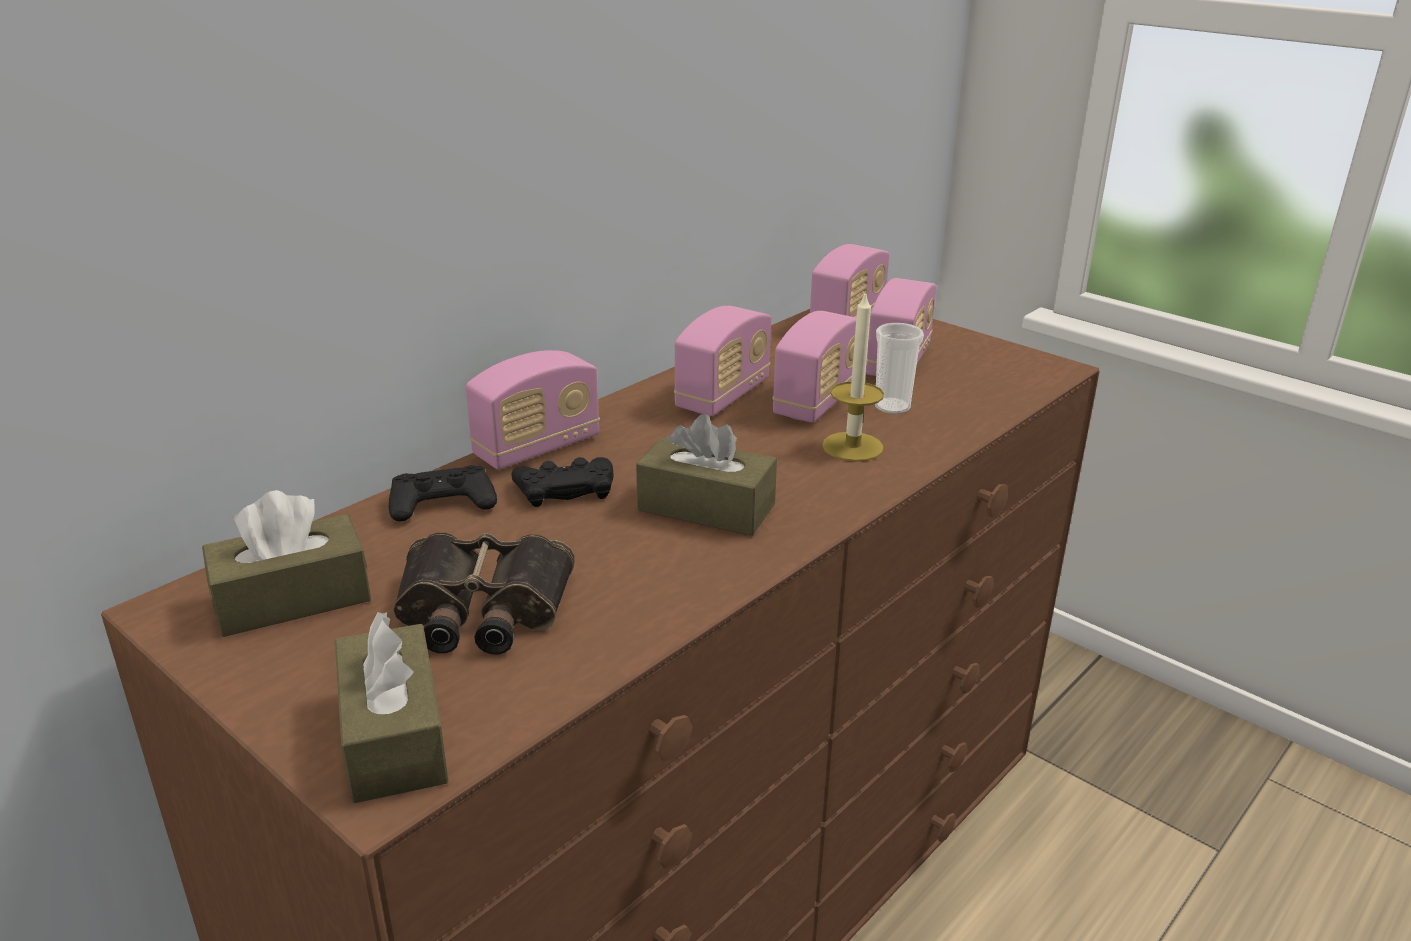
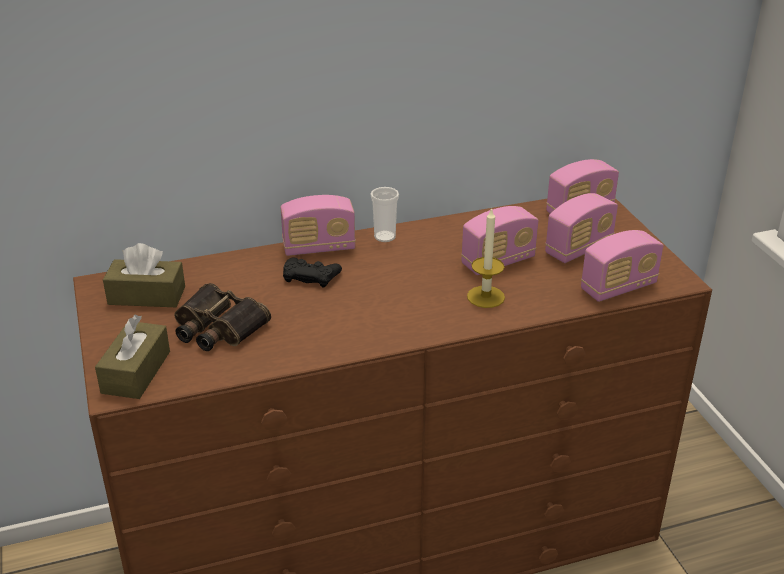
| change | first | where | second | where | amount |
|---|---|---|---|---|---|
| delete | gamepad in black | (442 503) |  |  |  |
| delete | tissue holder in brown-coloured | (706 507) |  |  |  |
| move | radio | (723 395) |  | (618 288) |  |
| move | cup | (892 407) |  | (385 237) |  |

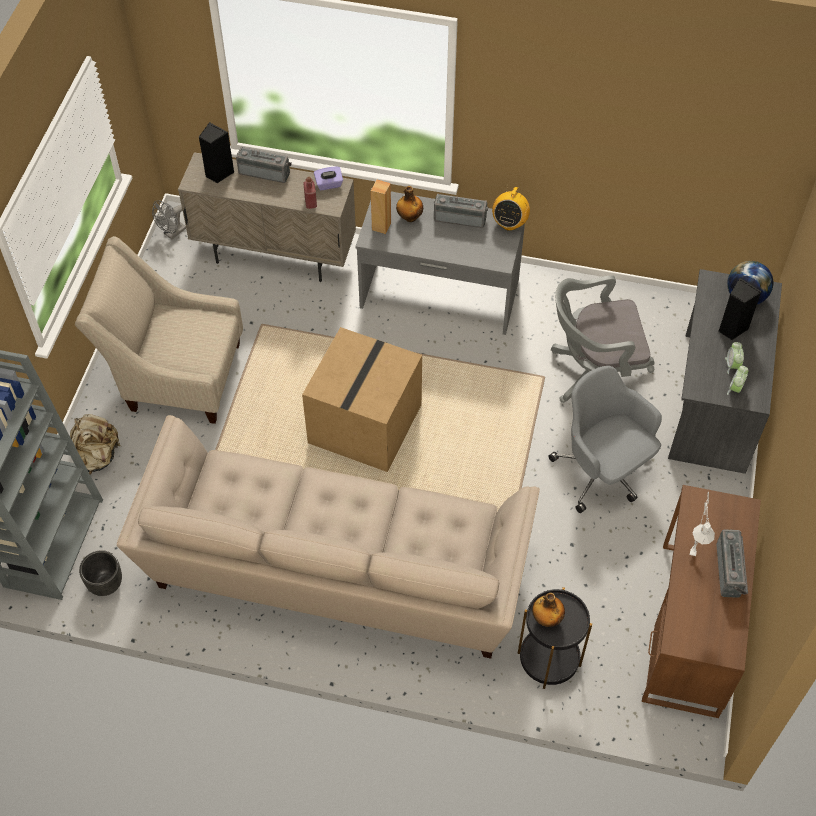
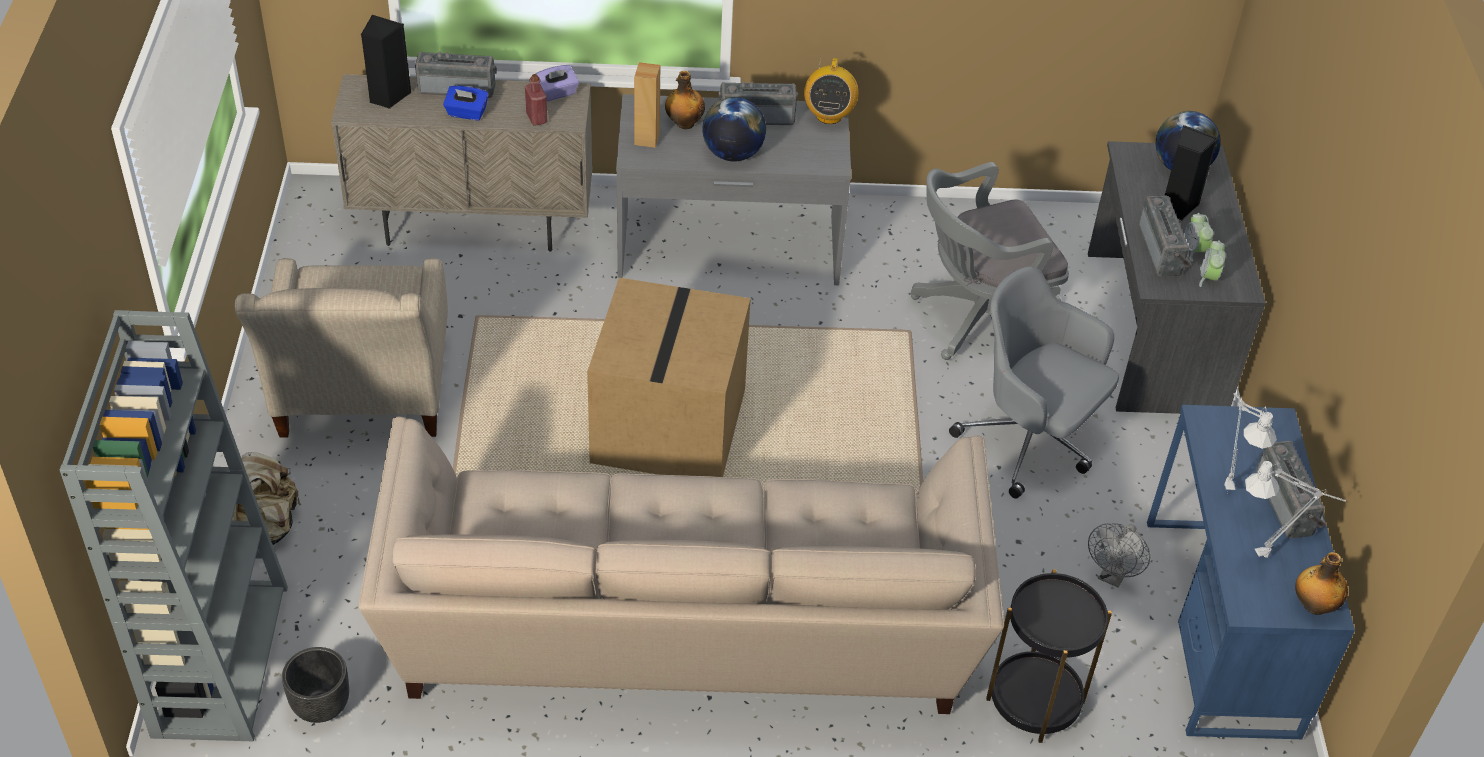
| change | first | where | second | where | amount |
|---|---|---|---|---|---|
| insert |  |  | tissue holder in bluish | (466 113) |  |
| insert |  |  | desk globe | (733 154) |  |
| insert |  |  | radio | (1164 250) |  |
| insert |  |  | table lamp in greyish | (1272 555) |  |
| move | electric fan in greyish | (172 233) |  | (1113 576) |  |
| move | bottle | (547 618) |  | (1313 605) |  |
| recolor | desk unit in brown-coloured | (689 628) | desk unit in bluish | (1220 626) |  |
| rotate | easy chair in sand-coloured | (176 375) |  | (362 400) | 90 degrees counterclockwise |

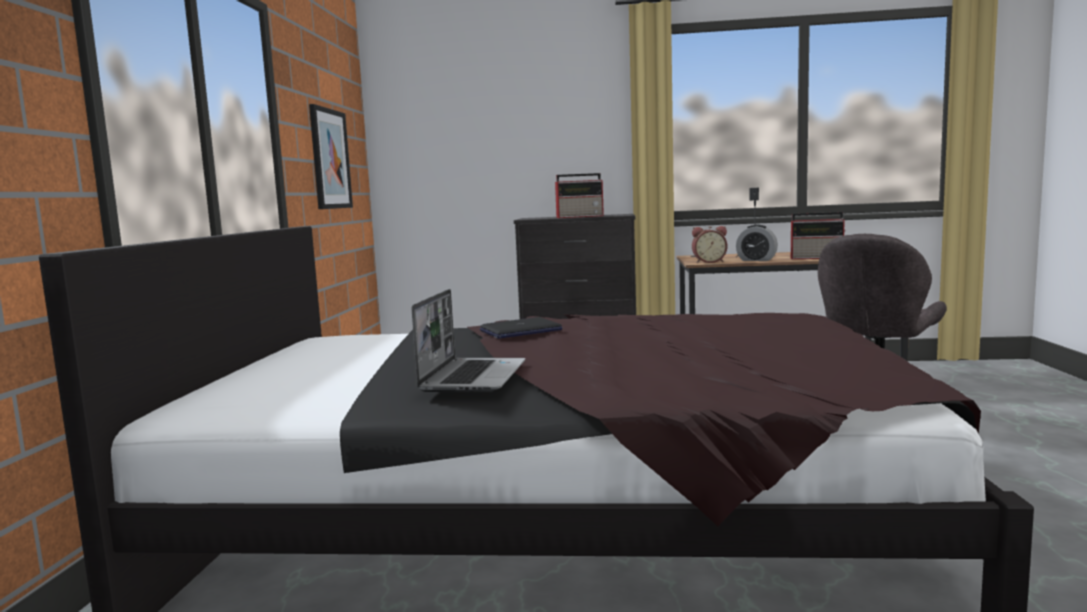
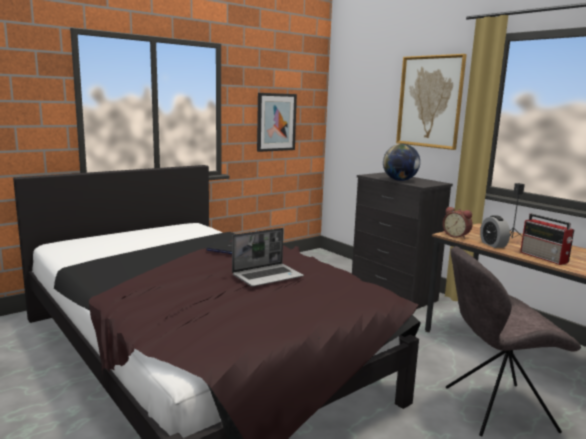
| change | first | where | second | where | amount |
|---|---|---|---|---|---|
| insert |  |  | picture | (430 101) |  |
| move | laptop | (472 377) |  | (268 276) |  |
| replace | radio | (581 216) | desk globe | (400 180) |  |

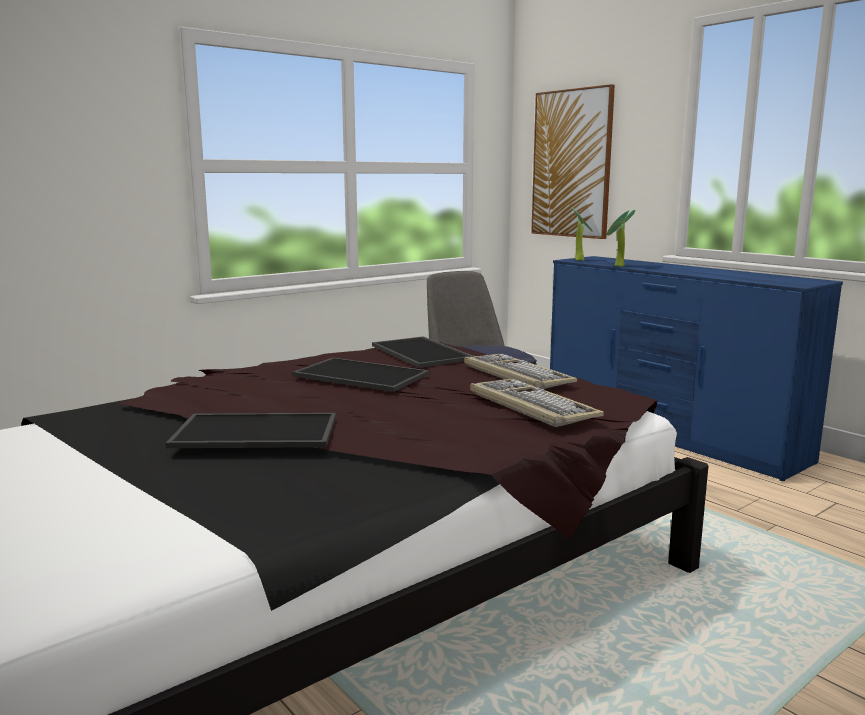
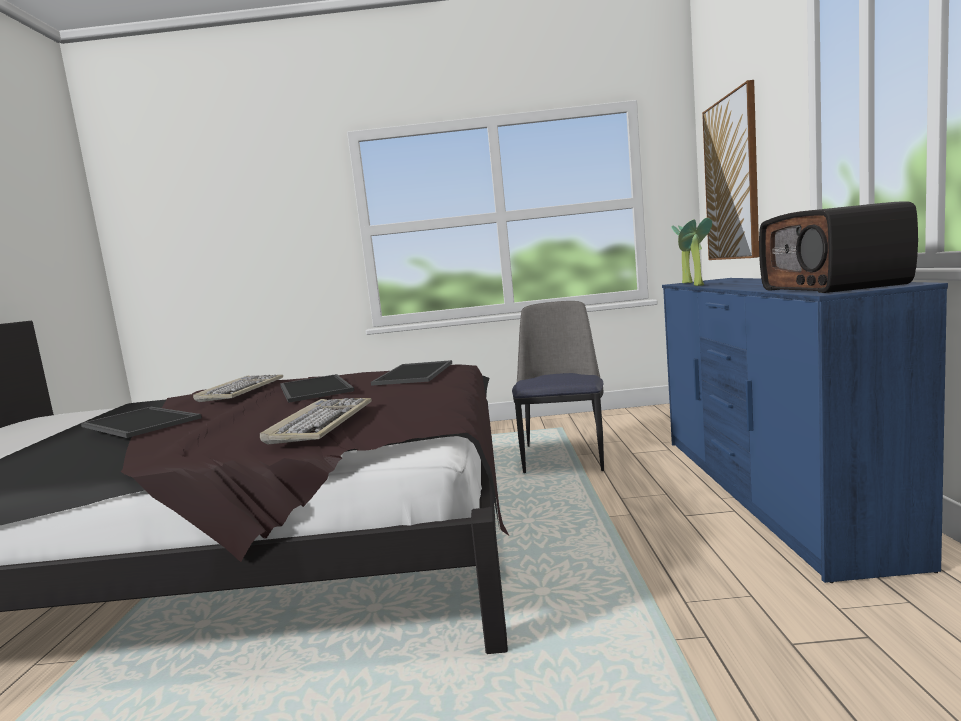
| change | first | where | second | where | amount |
|---|---|---|---|---|---|
| insert |  |  | radio | (834 287) |  |
| move | keyboard | (515 375) |  | (241 391) |  |

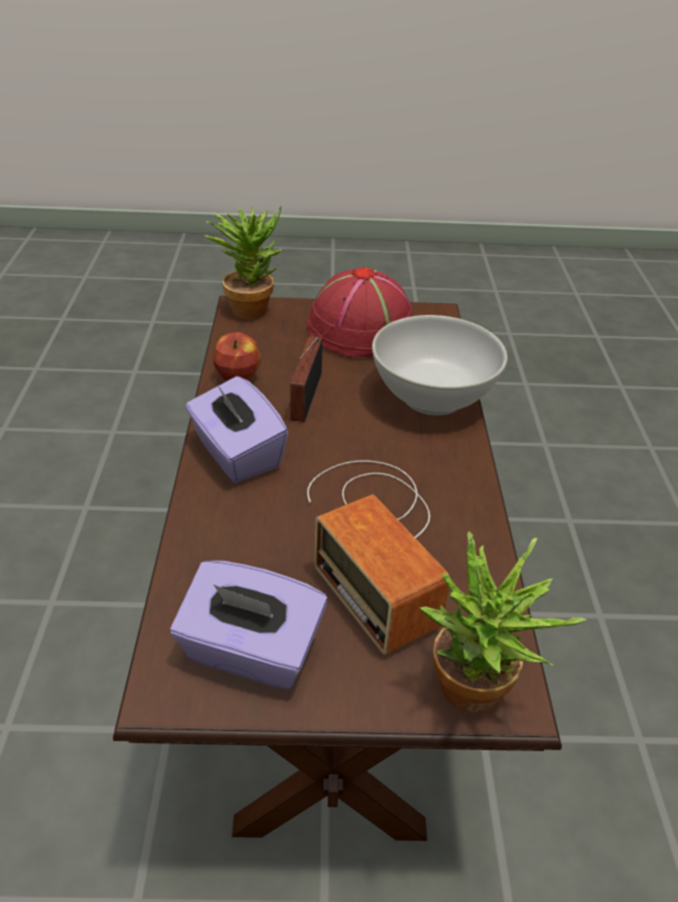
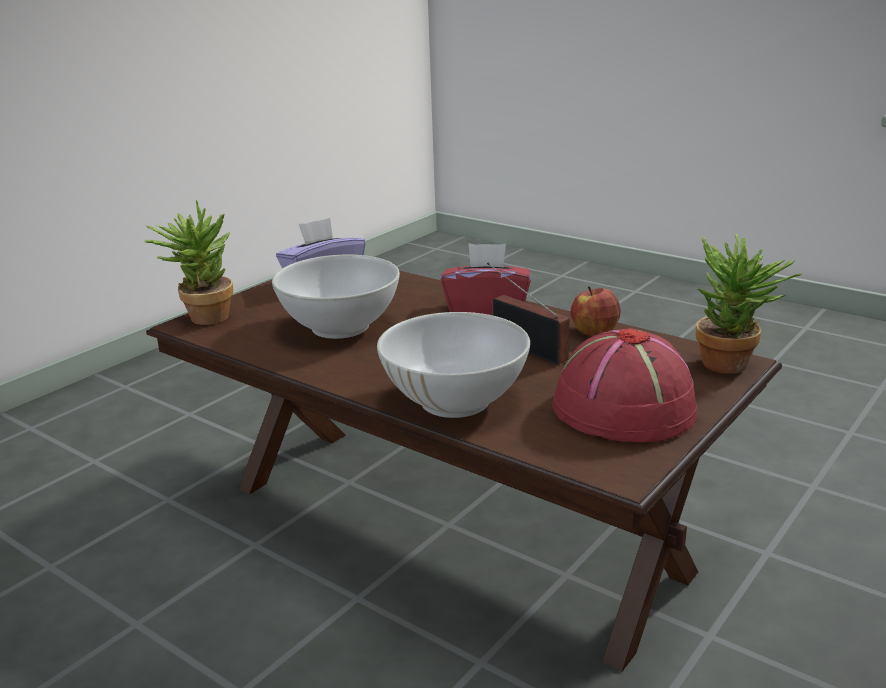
| change | first | where | second | where | amount |
|---|---|---|---|---|---|
| replace | radio | (376 538) | serving bowl in white-coloured | (339 327) |  |
| recolor | tissue holder in purplish | (236 454) | tissue holder in reddish | (487 310) |  |

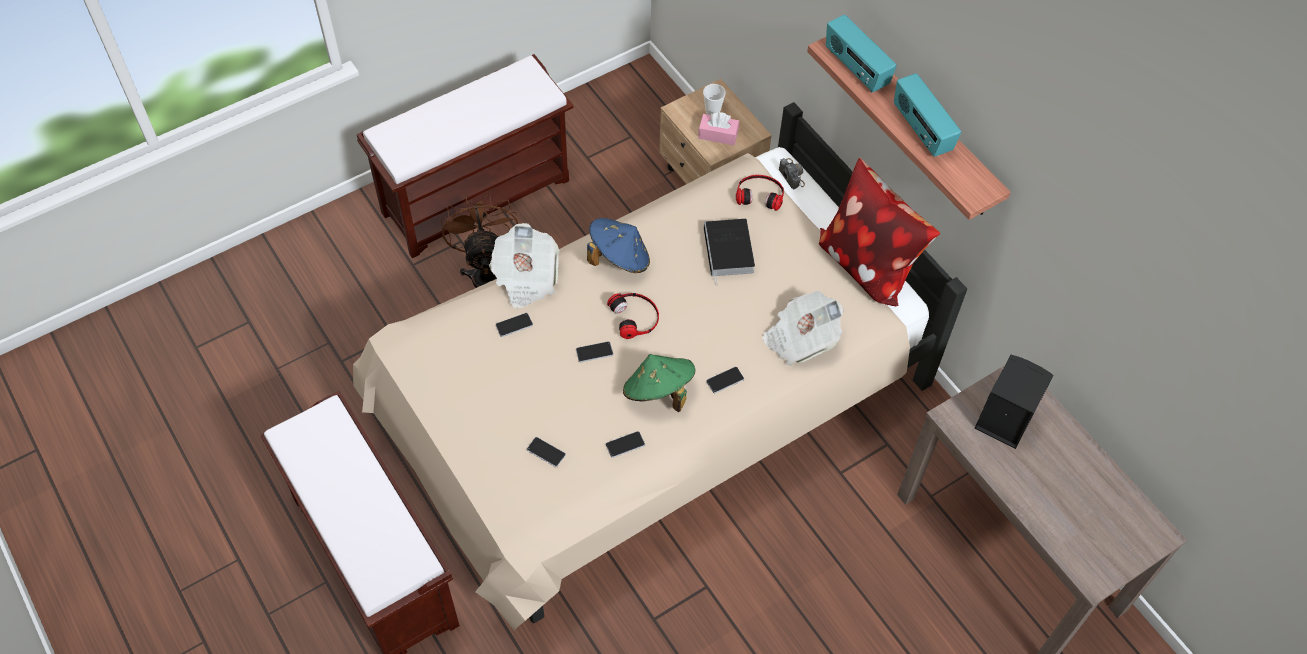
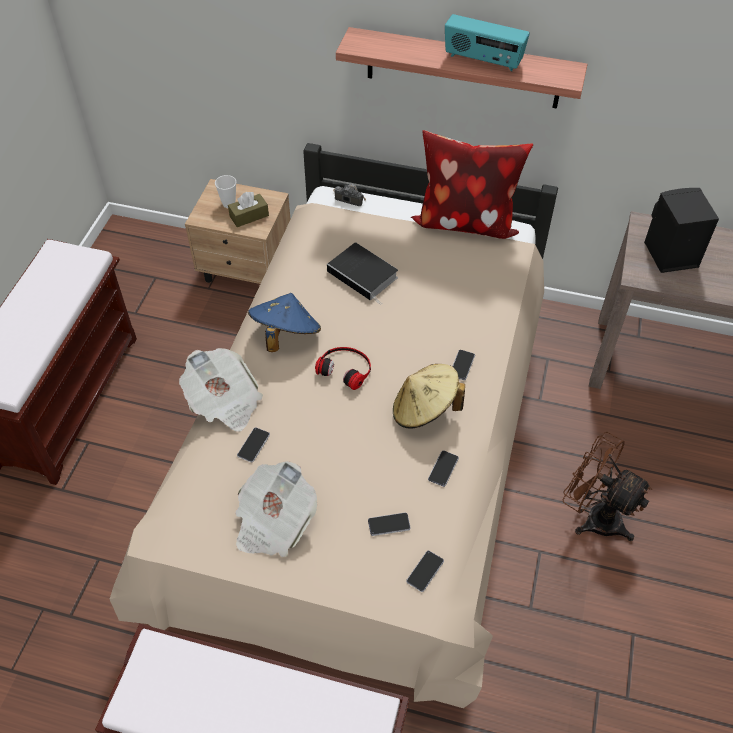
| change | first | where | second | where | amount |
|---|---|---|---|---|---|
| delete | headset | (760 194) |  |  |  |
| delete | radio | (855 69) |  |  |  |
| move | electric fan in brown-coloured | (486 273) |  | (594 516) |  |
| move | phone | (594 352) |  | (425 571) |  |
| move | printed paper | (800 339) |  | (273 522) |  |
| recolor | clothing hat in green-coloured | (658 392) | clothing hat in sand-coloured | (424 410) |  |
| recolor | tissue holder in pink-coloured | (718 134) | tissue holder in brown-coloured | (249 216) |  |

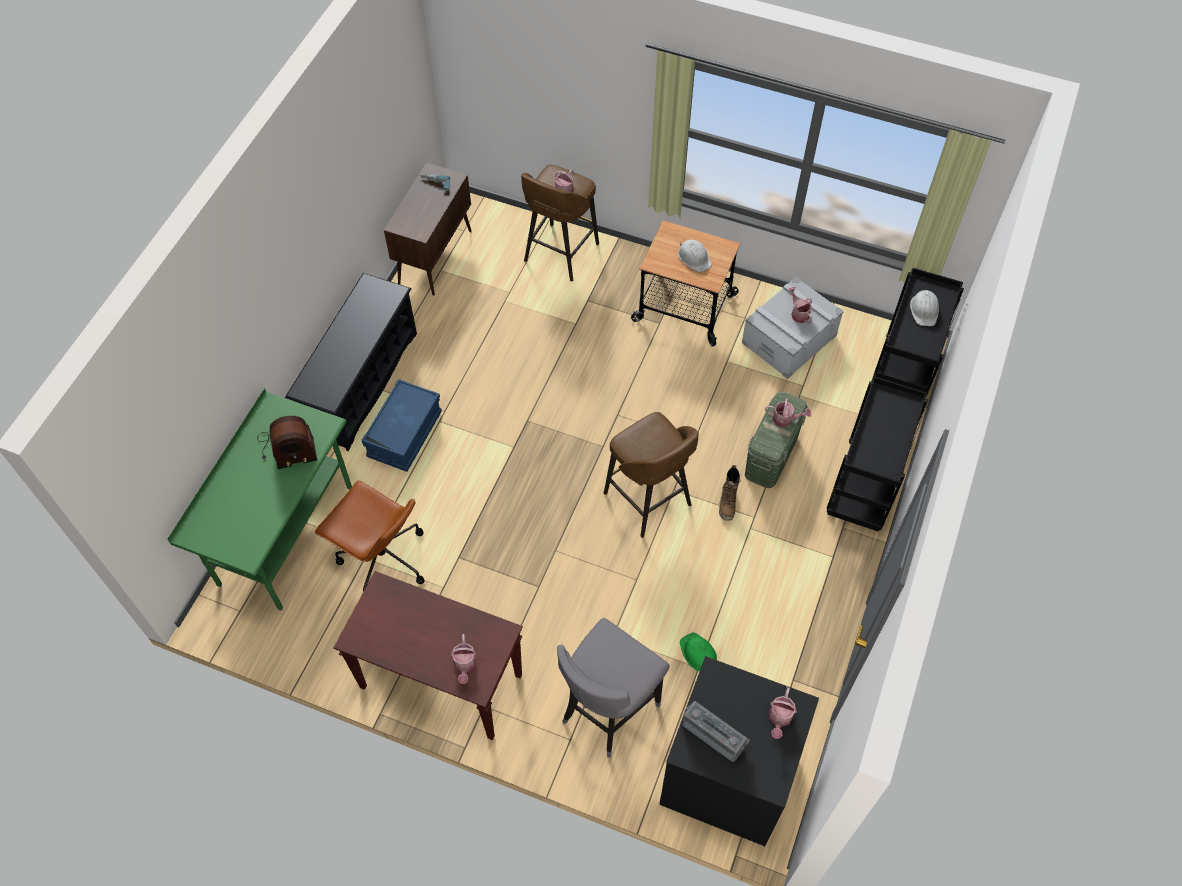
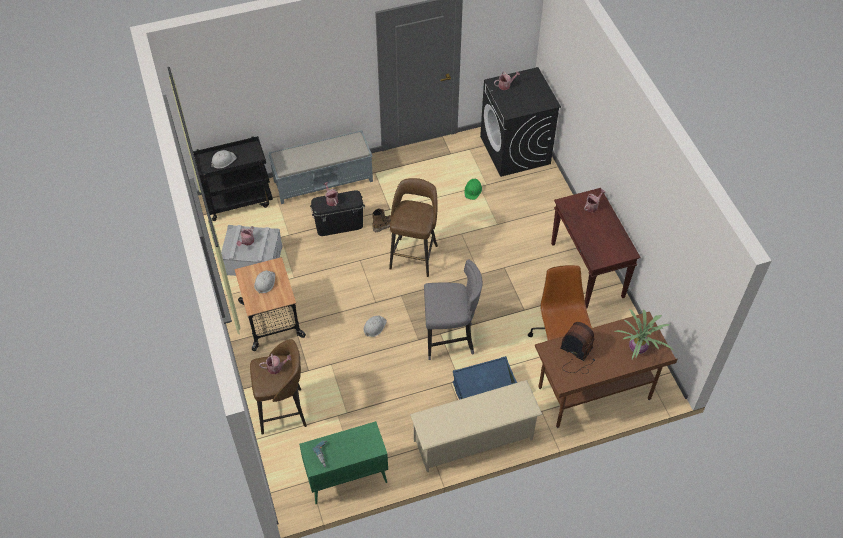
| change | first | where | second | where | amount |
|---|---|---|---|---|---|
| delete | radio | (715 733) |  |  |  |
| insert |  |  | work helmet in white-coloured | (374 326) |  |
| insert |  |  | plant in a pot | (638 349) |  |
| move | stool in greyish | (608 711) |  | (450 340) |  |
| replace | trolley in black | (864 487) | bench in greyish | (324 181) |  |
| recolor | desk unit in green-coloured | (286 535) | desk unit in brown-coloured | (594 394) |  |
| recolor | shoe rack in black | (361 383) | shoe rack in sand-coloured | (473 440) |  |
| recolor | storage cabinet in brown-coloured | (435 256) | storage cabinet in green-coloured | (346 479) |  |
| recolor | storage container in green-coloured | (771 456) | storage container in black | (339 224) |  |

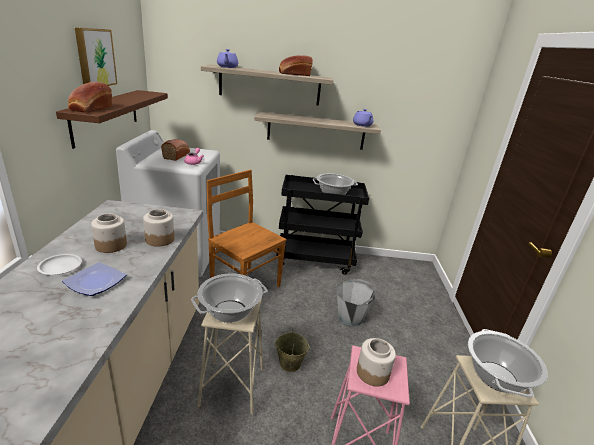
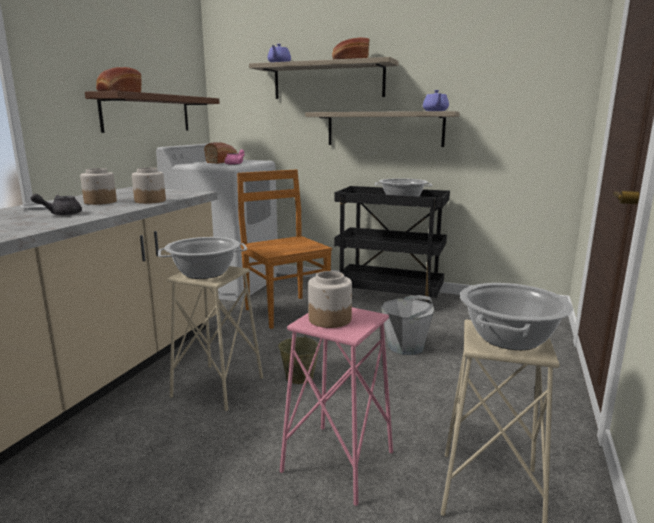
| change | first | where | second | where | amount |
|---|---|---|---|---|---|
| delete | picture | (94 58) |  |  |  |
| replace | dinner plate | (95 283) | tea pot in greyish | (61 214) |  |

